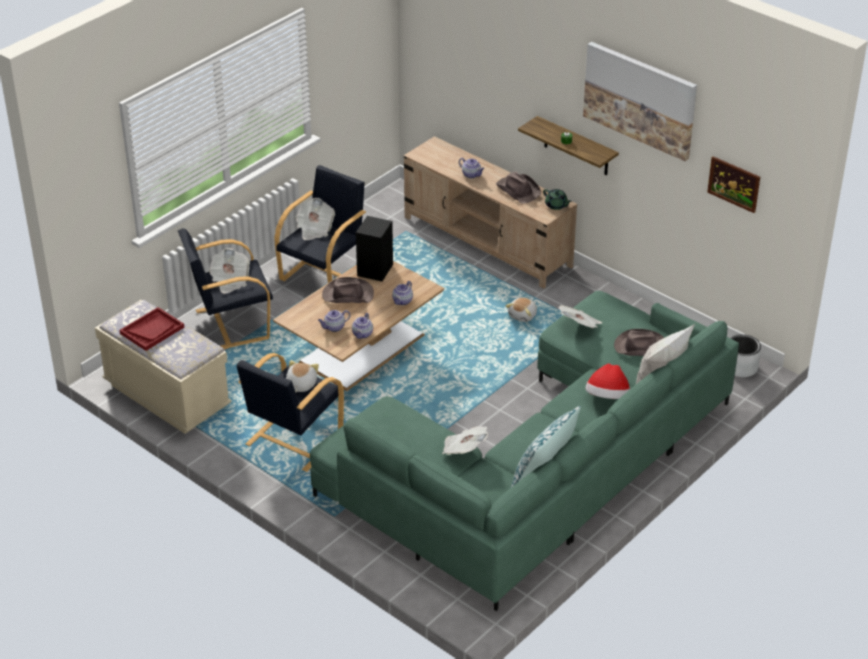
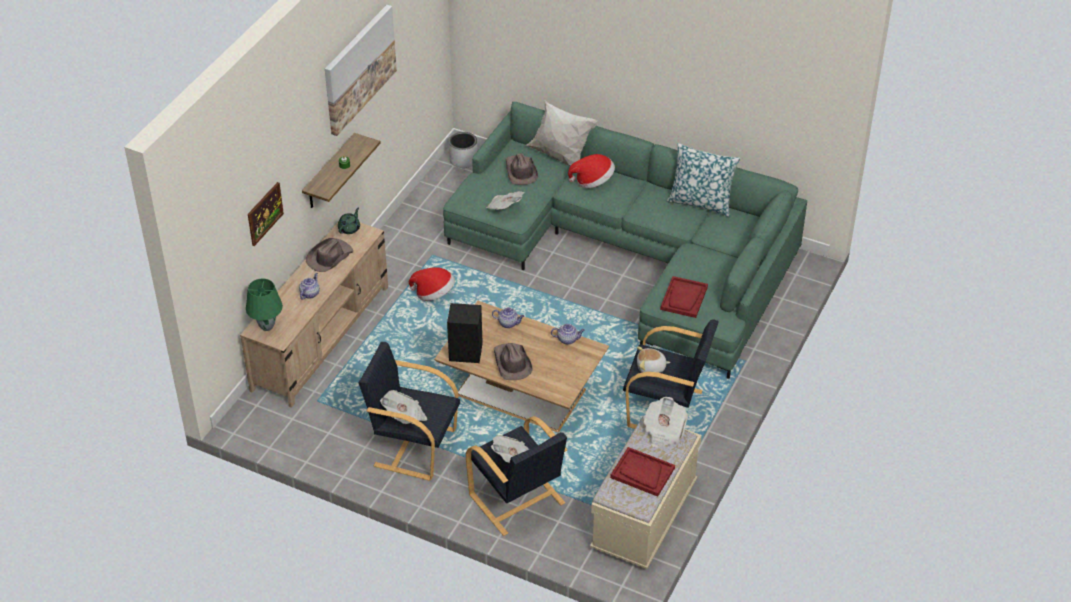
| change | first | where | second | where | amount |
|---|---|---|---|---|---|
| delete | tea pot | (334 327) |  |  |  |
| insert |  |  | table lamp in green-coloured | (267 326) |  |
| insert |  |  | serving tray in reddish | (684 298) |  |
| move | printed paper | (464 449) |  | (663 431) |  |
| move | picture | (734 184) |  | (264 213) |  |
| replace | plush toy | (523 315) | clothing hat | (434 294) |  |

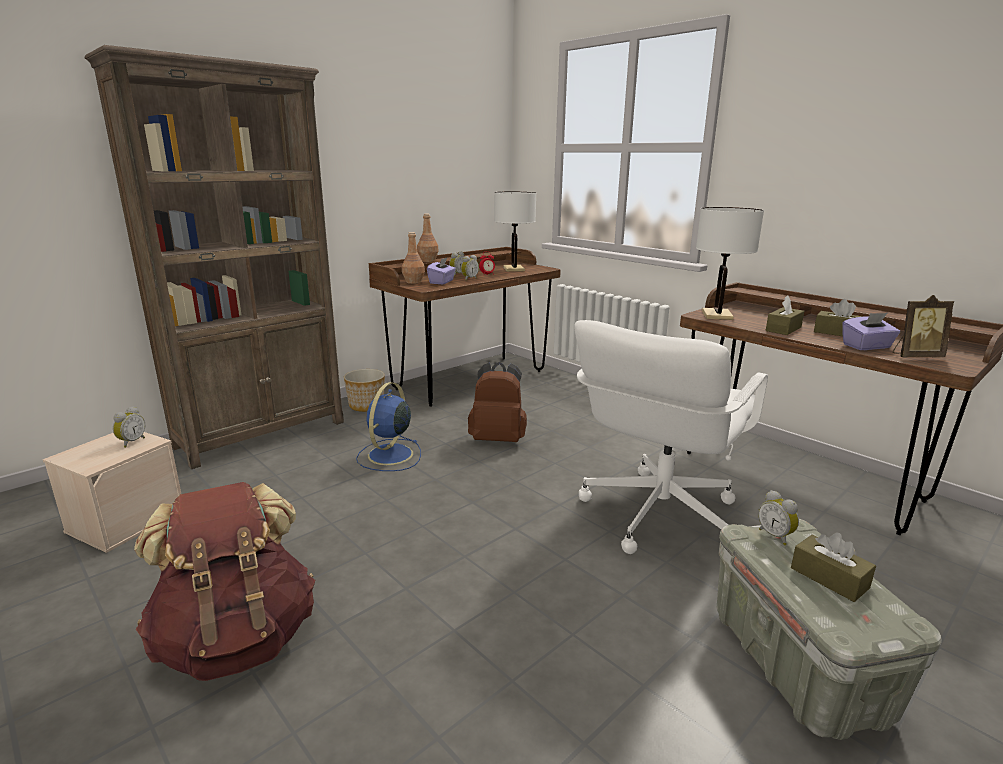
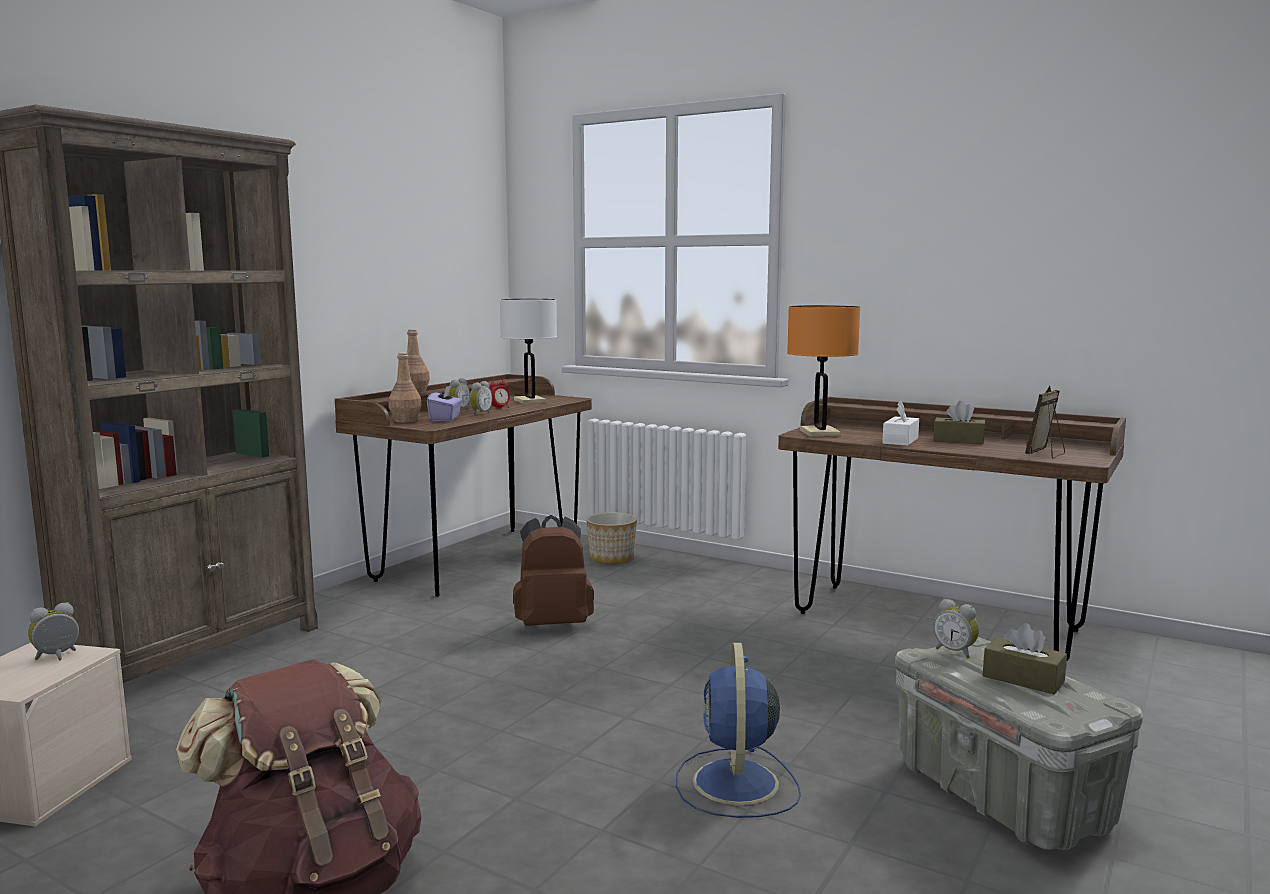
| change | first | where | second | where | amount |
|---|---|---|---|---|---|
| delete | computer chair in white-coloured | (657 514) |  |  |  |
| delete | tissue holder in purplish | (867 346) |  |  |  |
| move | flower pot | (367 406) |  | (612 558) |  |
| move | electric fan in bluish | (389 455) |  | (736 784) |  |
| recolor | table lamp in white-coloured | (717 315) | table lamp in orange | (819 433) |  |
| recolor | tissue holder in brown-coloured | (783 329) | tissue holder in white-coloured | (900 441) |  |
| rotate | bedside clock | (131 442) |  | (57 657) | 135 degrees counterclockwise |
| rotate | photo frame | (915 356) |  | (1046 455) | 150 degrees clockwise |

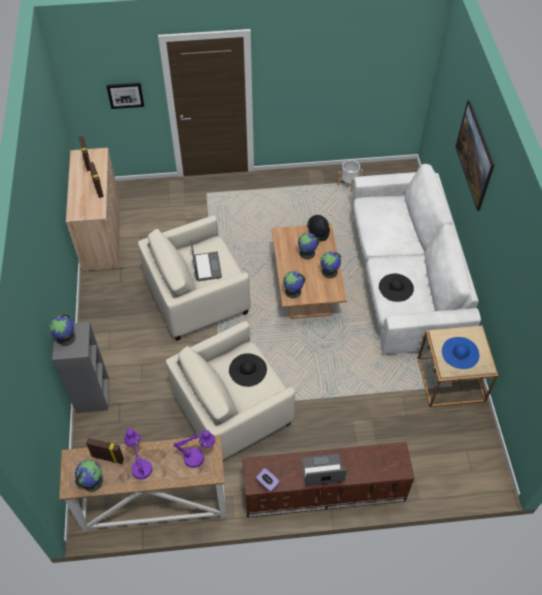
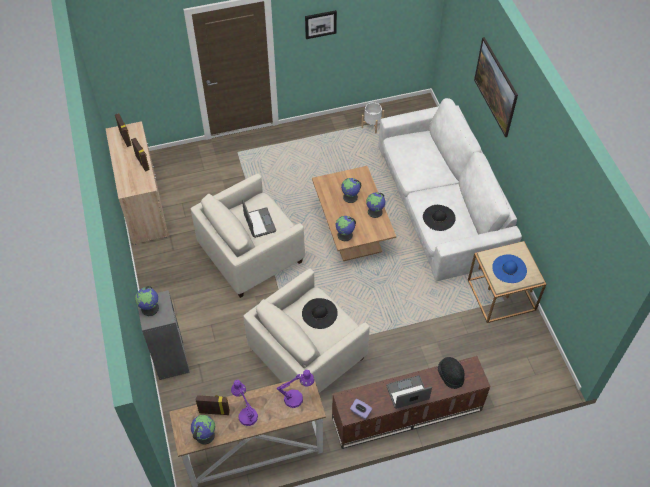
| change | first | where | second | where | amount |
|---|---|---|---|---|---|
| move | picture | (125 95) |  | (320 24) |  |
| move | clothing hat in black | (318 231) |  | (450 375) |  |

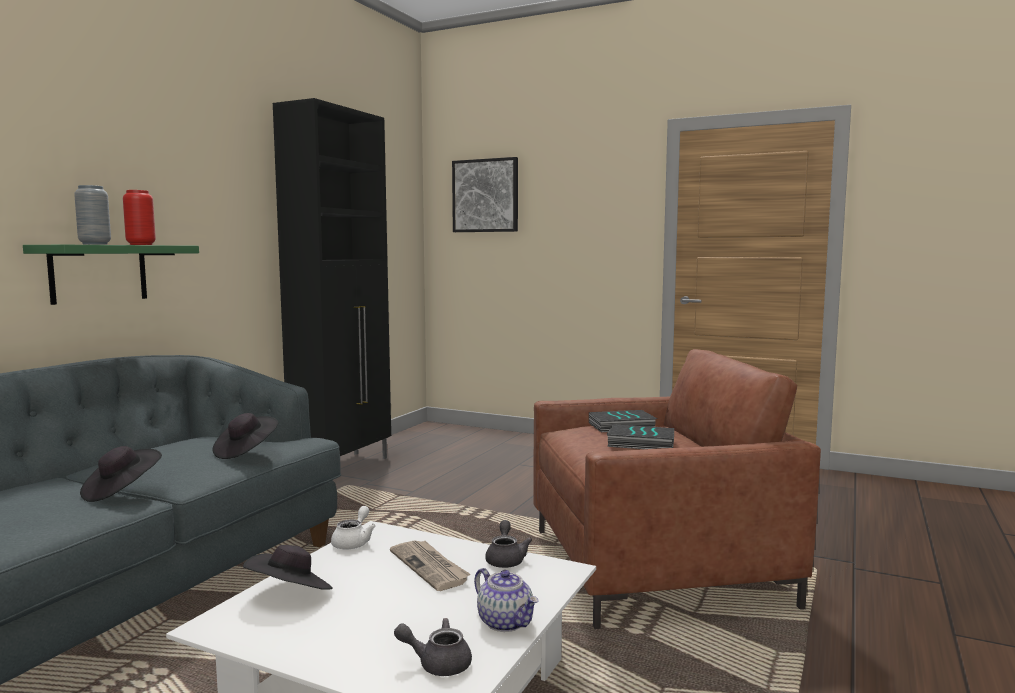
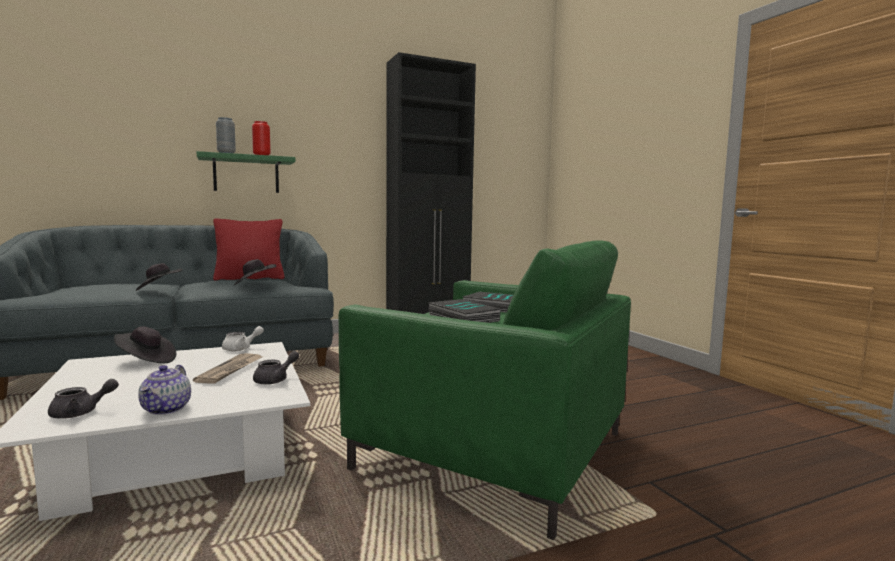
| change | first | where | second | where | amount |
|---|---|---|---|---|---|
| delete | picture | (485 195) |  |  |  |
| insert |  |  | pillow in reddish | (250 278) |  |
| recolor | easy chair in brown-coloured | (656 567) | easy chair in green-coloured | (493 450) |  |
| rotate | tea pot in greyish | (437 663) |  | (81 413) | 105 degrees clockwise |

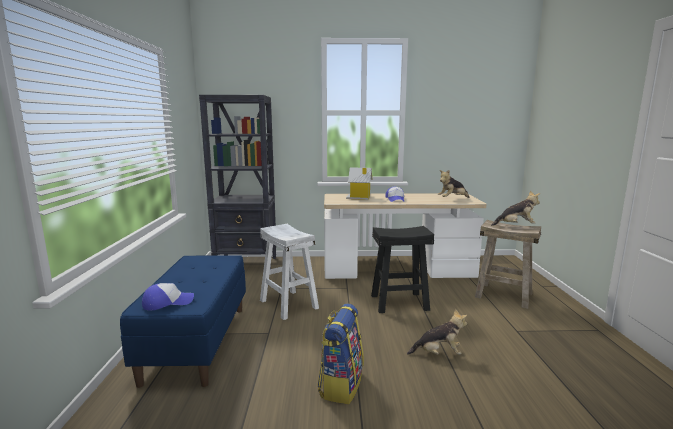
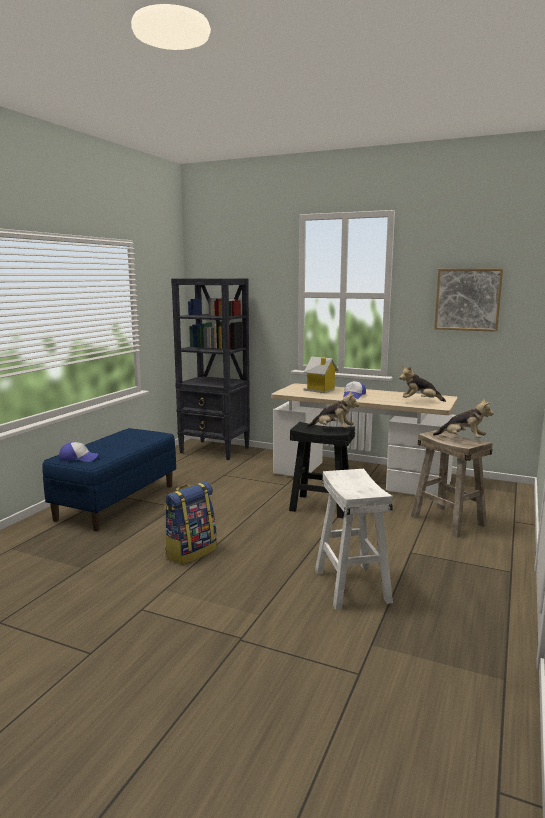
| change | first | where | second | where | amount |
|---|---|---|---|---|---|
| insert |  |  | picture | (467 299) |  |
| move | stool in white-coloured | (289 304) |  | (352 585) |  |
| move | plush toy | (438 354) |  | (333 429) |  |

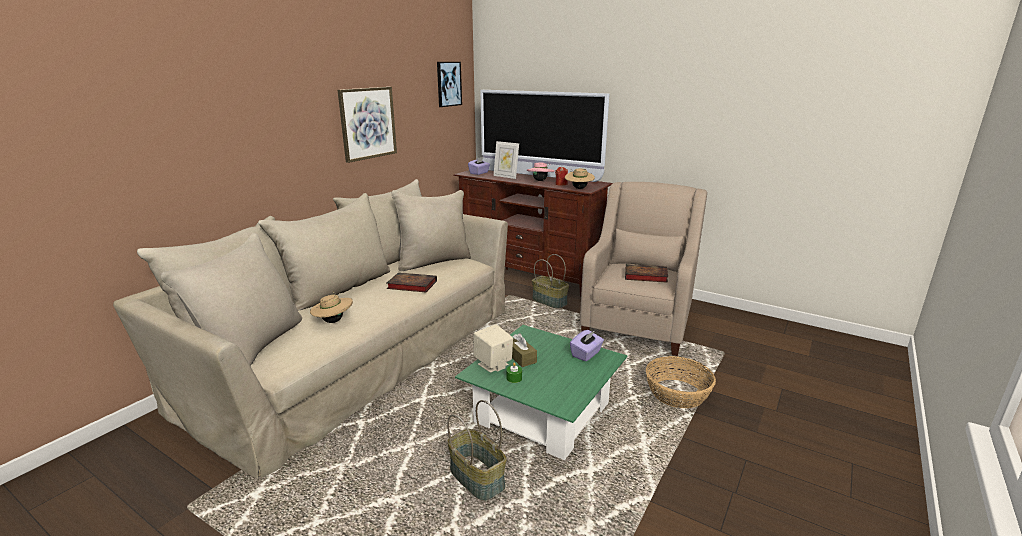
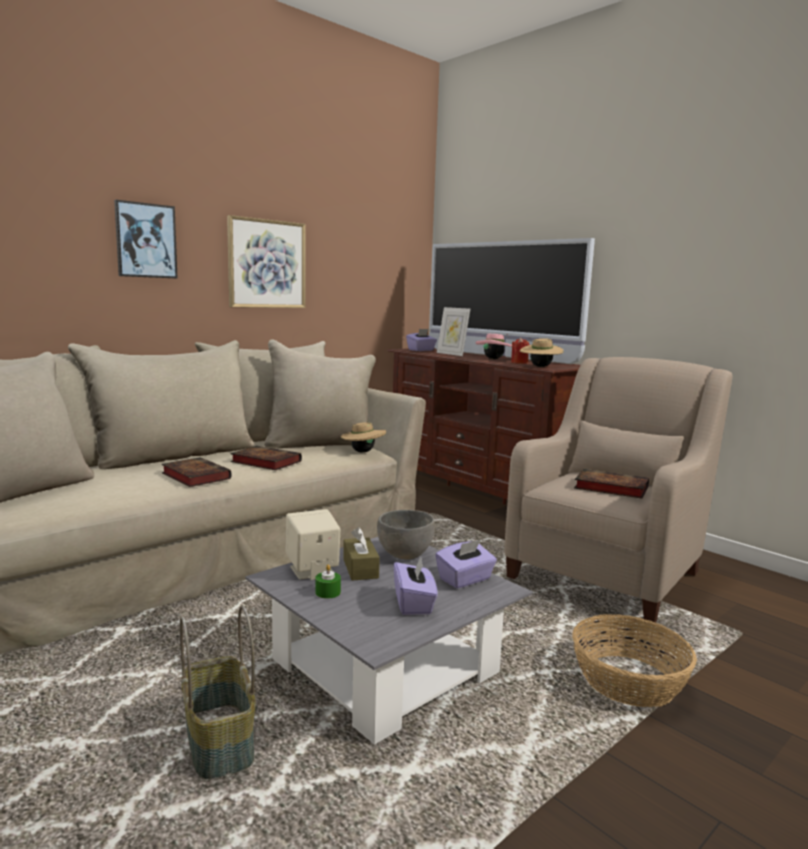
| change | first | where | second | where | amount |
|---|---|---|---|---|---|
| delete | household basket | (550 301) |  |  |  |
| insert |  |  | book | (194 476) |  |
| insert |  |  | serving bowl in greyish | (405 555) |  |
| insert |  |  | tissue holder in purplish | (414 603) |  |
| move | clothing hat in sand-coloured | (333 321) |  | (362 452) |  |
| move | picture | (448 84) |  | (146 240) |  |
| recolor | coffee table in green-coloured | (542 413) | coffee table in greyish | (385 667) |  |

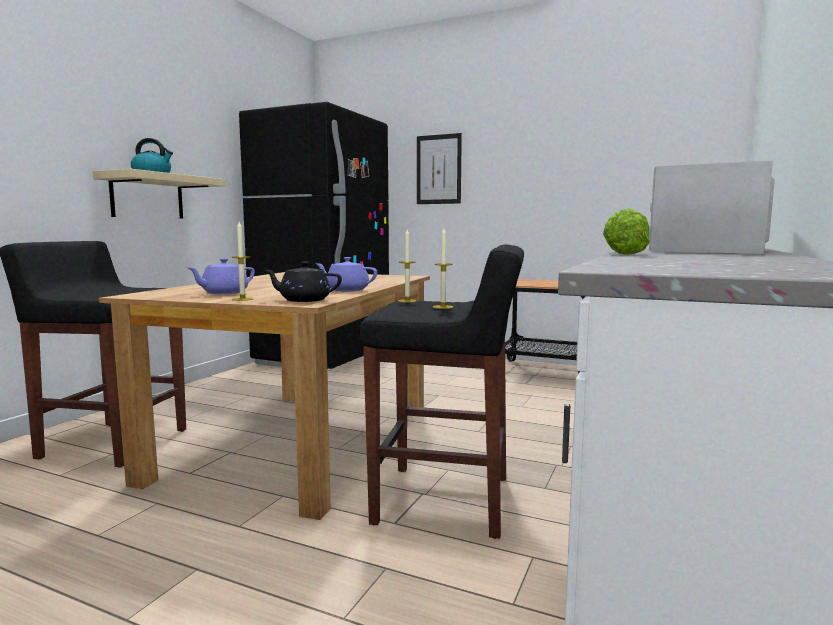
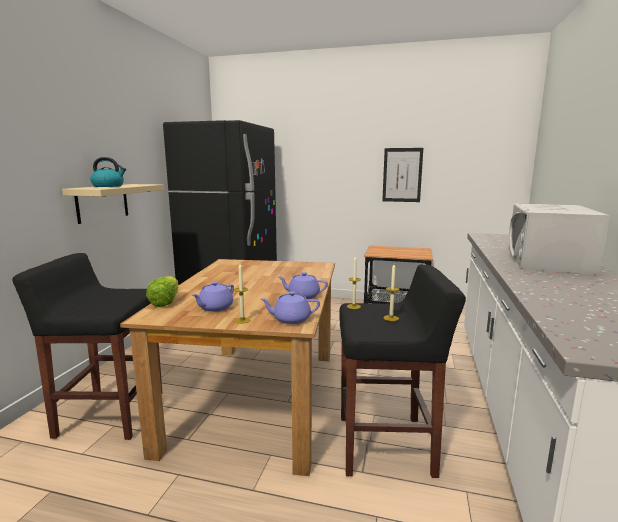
| change | first | where | second | where | amount |
|---|---|---|---|---|---|
| move | picture | (438 169) |  | (402 175) |  |
| move | lettuce | (623 254) |  | (165 302) |  |
| recolor | tea pot in black | (303 300) | tea pot in purplish | (291 319) |  |

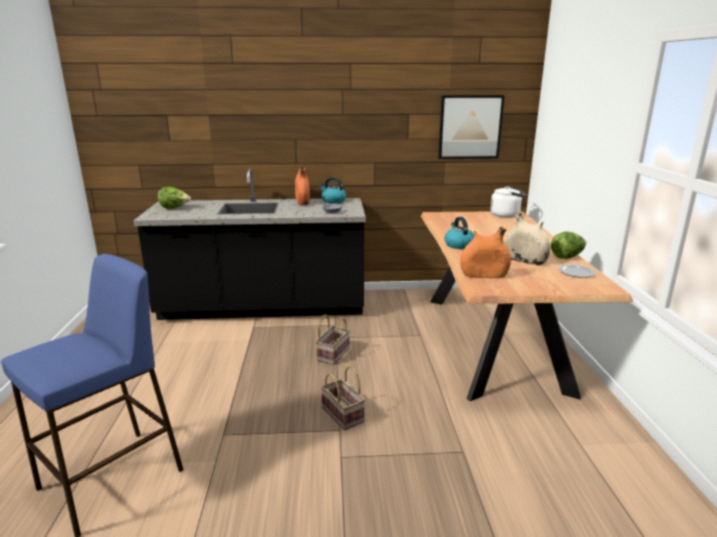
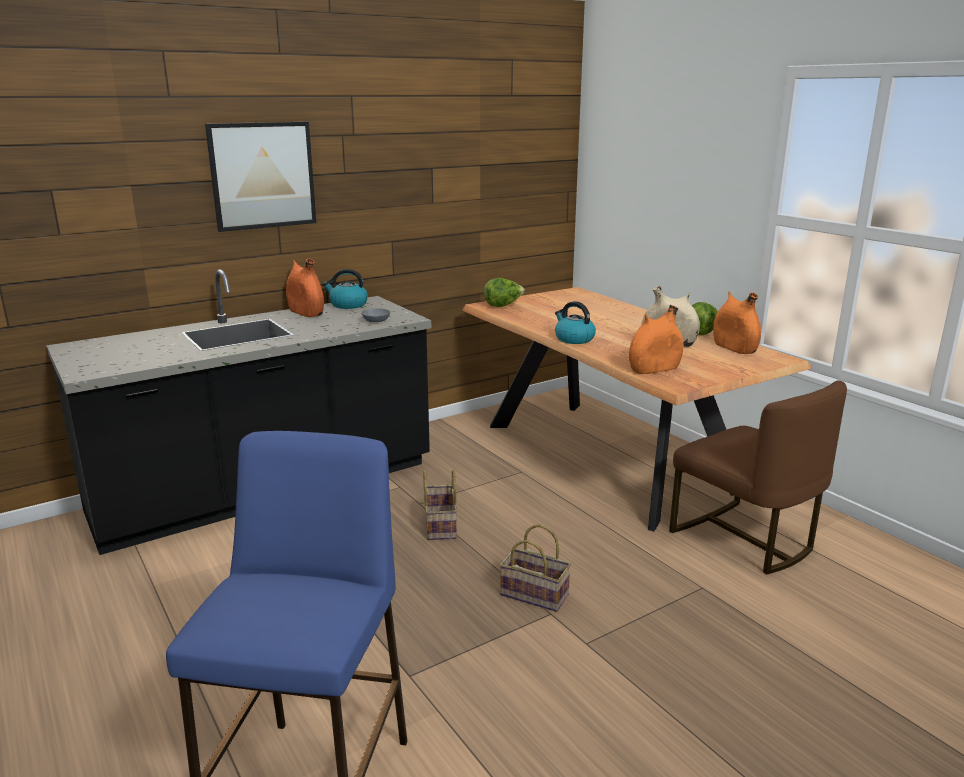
| change | first | where | second | where | amount |
|---|---|---|---|---|---|
| delete | water kettle in white-coloured | (507 215) |  |  |  |
| insert |  |  | chair in brown-coloured | (745 538) |  |
| move | lettuce | (174 208) |  | (503 305) |  |
| move | picture | (470 127) |  | (262 175) |  |
| replace | dinner plate | (577 273) | decorative vase in orange | (734 348) |  |

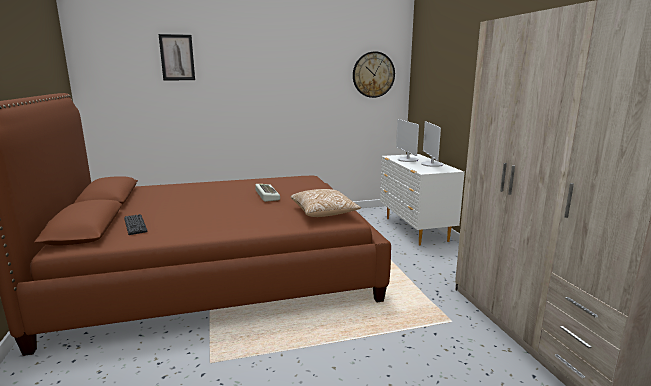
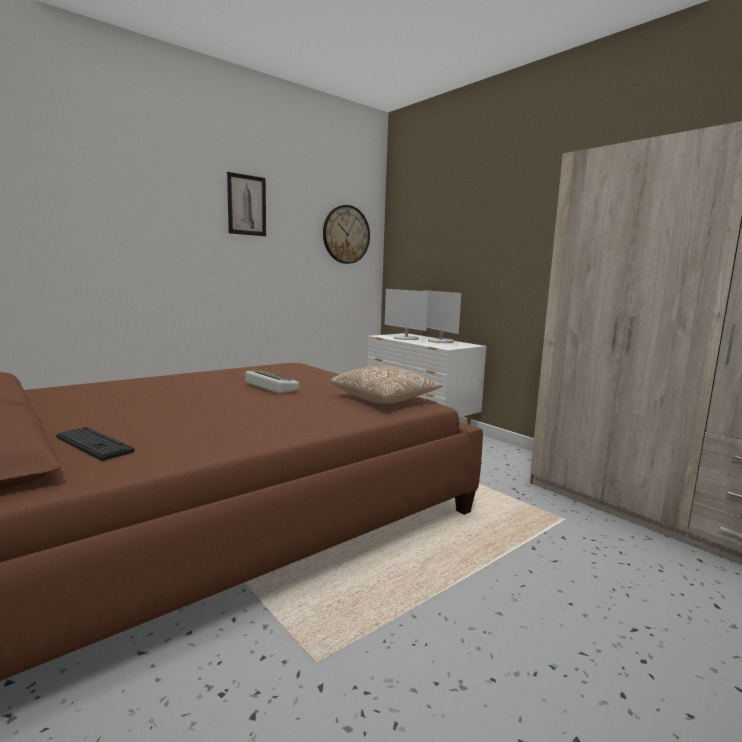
| change | first | where | second | where | amount |
|---|---|---|---|---|---|
| move | picture | (177 57) |  | (246 205) |  |

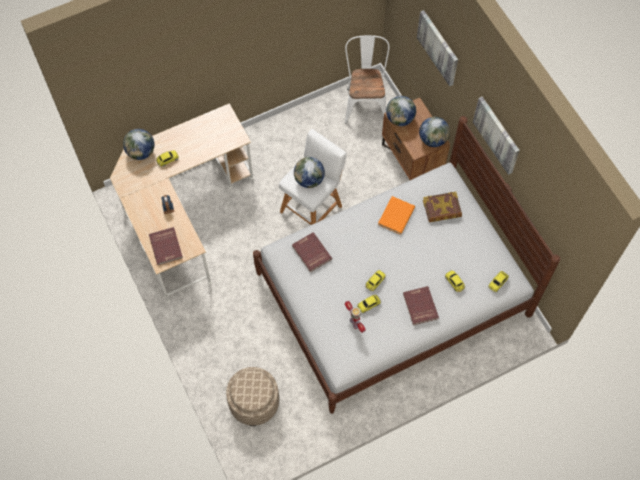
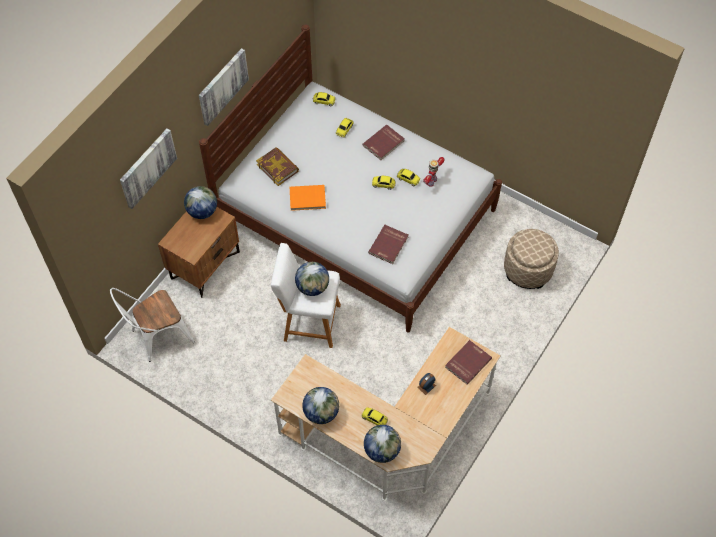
| change | first | where | second | where | amount |
|---|---|---|---|---|---|
| move | desk globe | (400 119) |  | (321 412) |  |

